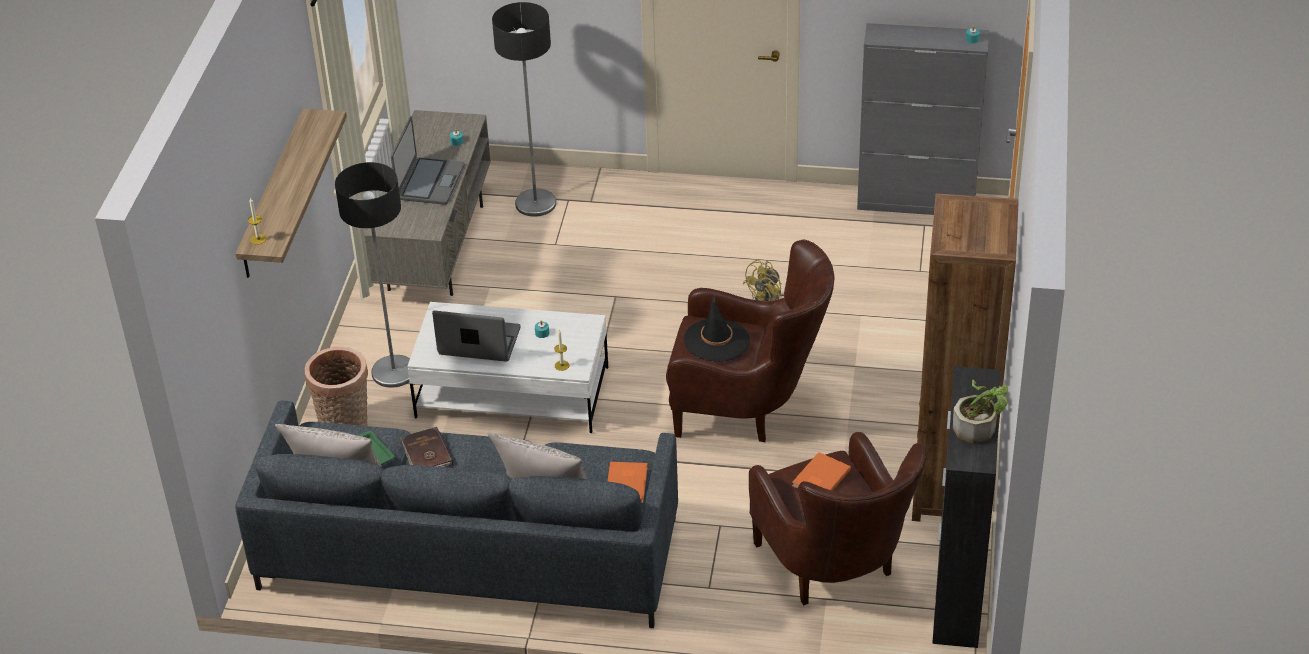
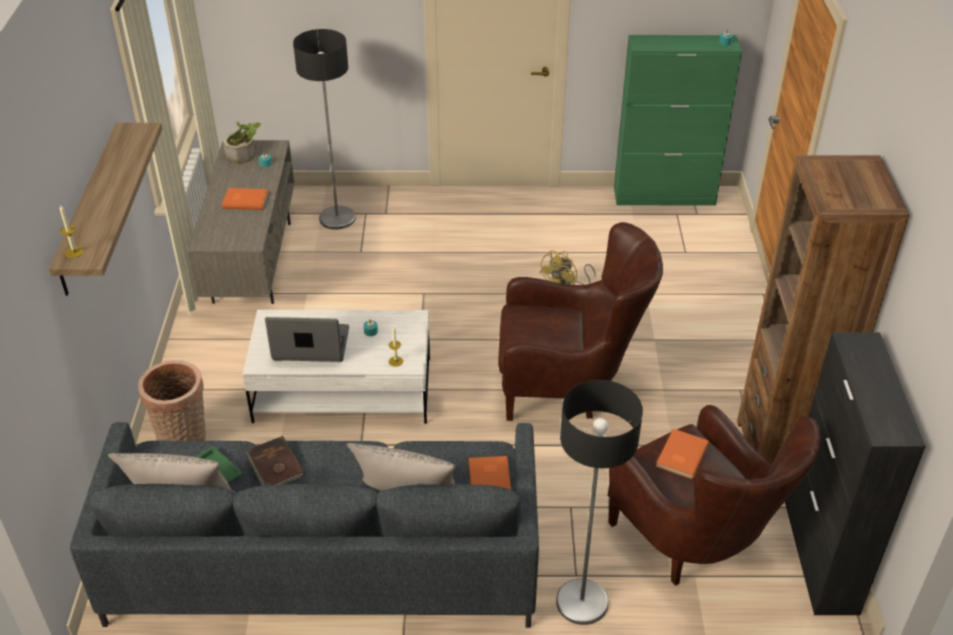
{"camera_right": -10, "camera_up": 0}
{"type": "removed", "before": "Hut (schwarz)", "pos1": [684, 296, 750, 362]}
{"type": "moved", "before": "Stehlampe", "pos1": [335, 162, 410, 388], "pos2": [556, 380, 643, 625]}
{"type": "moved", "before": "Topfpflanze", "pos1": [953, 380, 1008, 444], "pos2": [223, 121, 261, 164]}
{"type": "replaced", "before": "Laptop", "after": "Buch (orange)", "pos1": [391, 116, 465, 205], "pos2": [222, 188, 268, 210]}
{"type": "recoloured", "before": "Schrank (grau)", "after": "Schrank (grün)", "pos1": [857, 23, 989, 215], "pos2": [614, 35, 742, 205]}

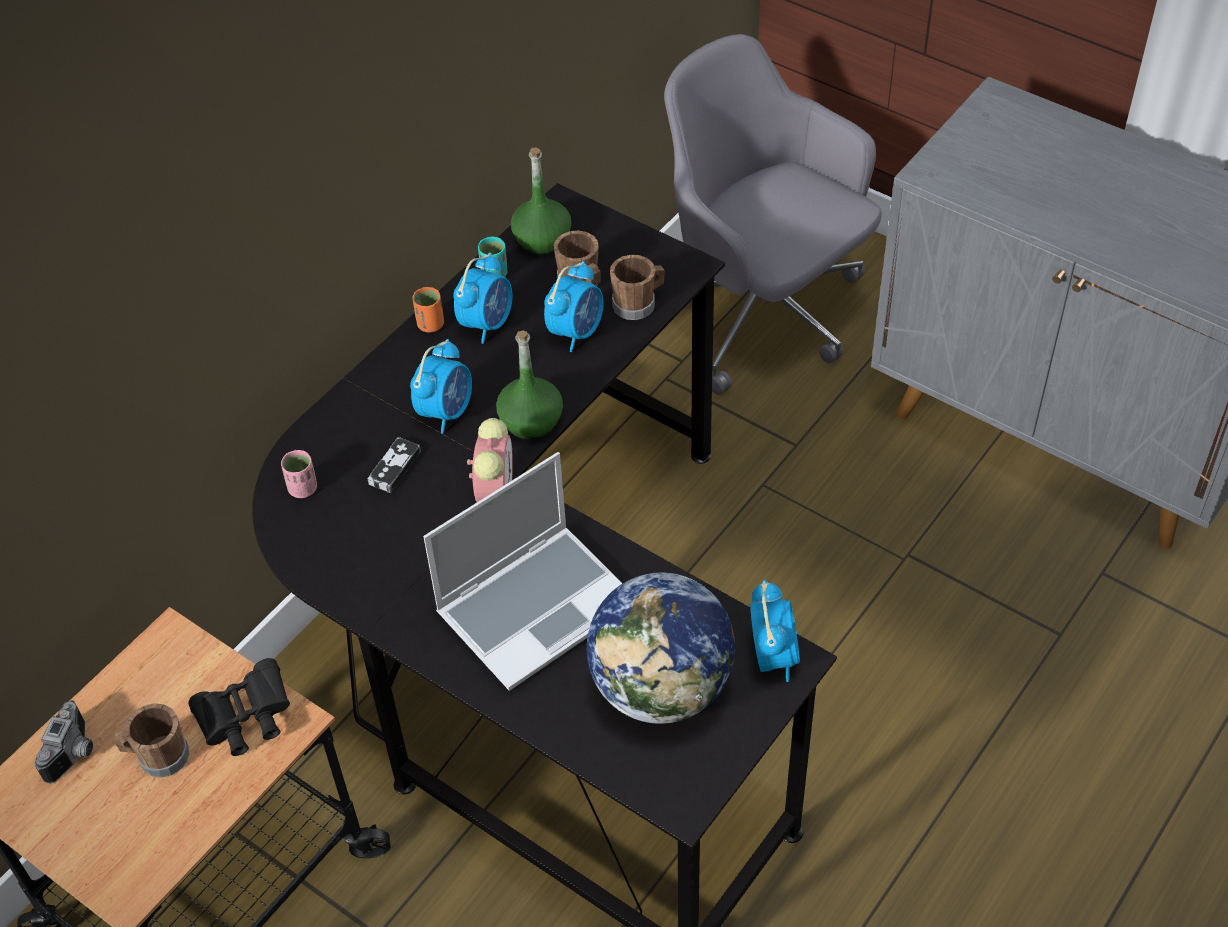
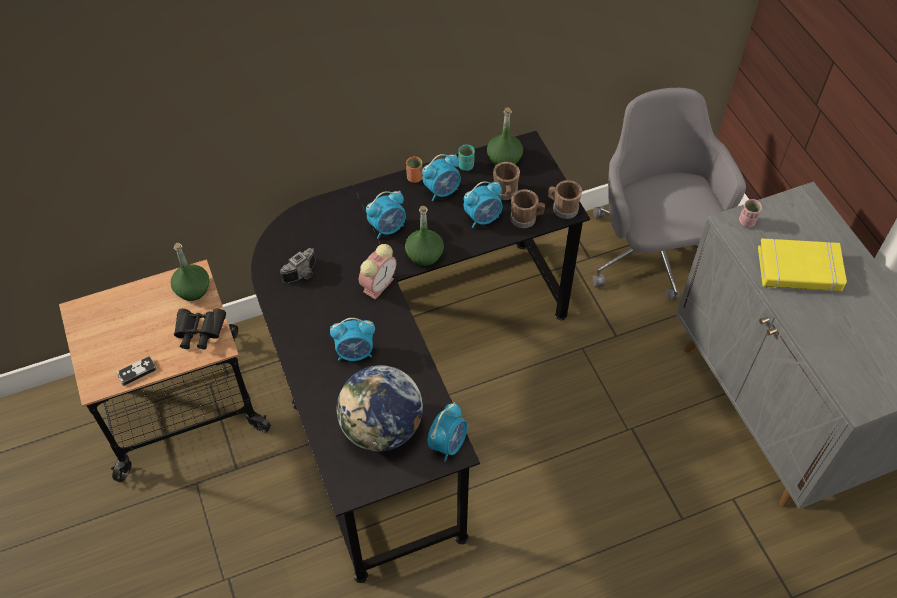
{"camera_right": 30, "camera_up": 5}
{"type": "added", "after": "Flasche (grün)", "pos2": [171, 243, 210, 301]}
{"type": "added", "after": "Buch (gelb)", "pos2": [758, 238, 847, 292]}
{"type": "moved", "before": "Kamera", "pos1": [35, 700, 93, 784], "pos2": [280, 248, 316, 283]}
{"type": "moved", "before": "Henkelbecher (braun)", "pos1": [114, 703, 189, 778], "pos2": [548, 180, 582, 219]}
{"type": "moved", "before": "Tasse (rosa)", "pos1": [281, 450, 317, 498], "pos2": [739, 199, 762, 227]}
{"type": "moved", "before": "Gamepad", "pos1": [368, 437, 421, 493], "pos2": [116, 356, 157, 386]}
{"type": "replaced", "before": "Laptop", "after": "Wecker", "pos1": [423, 452, 623, 691], "pos2": [330, 318, 375, 361]}

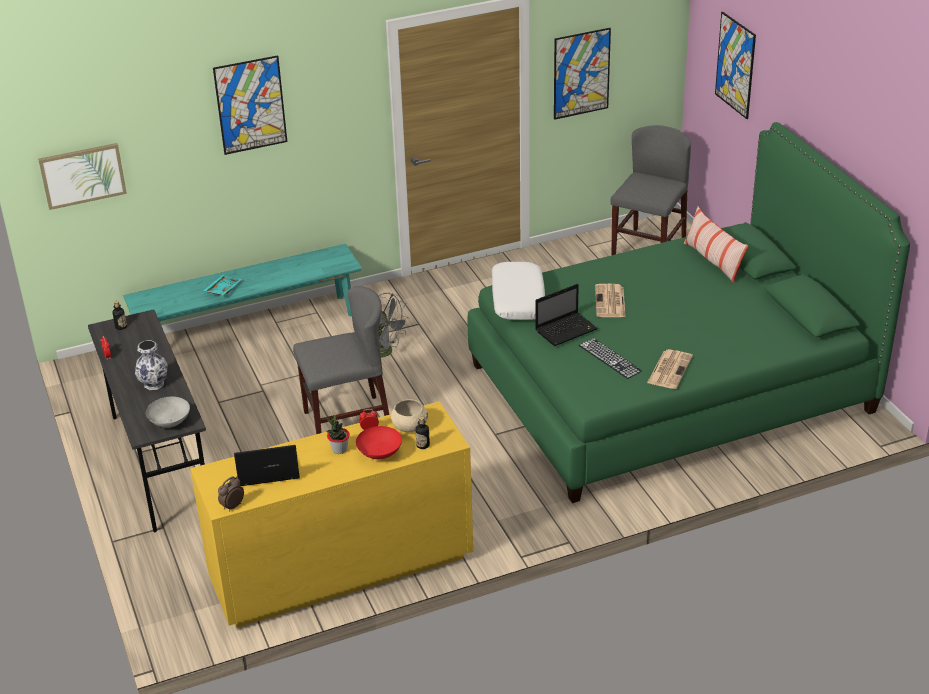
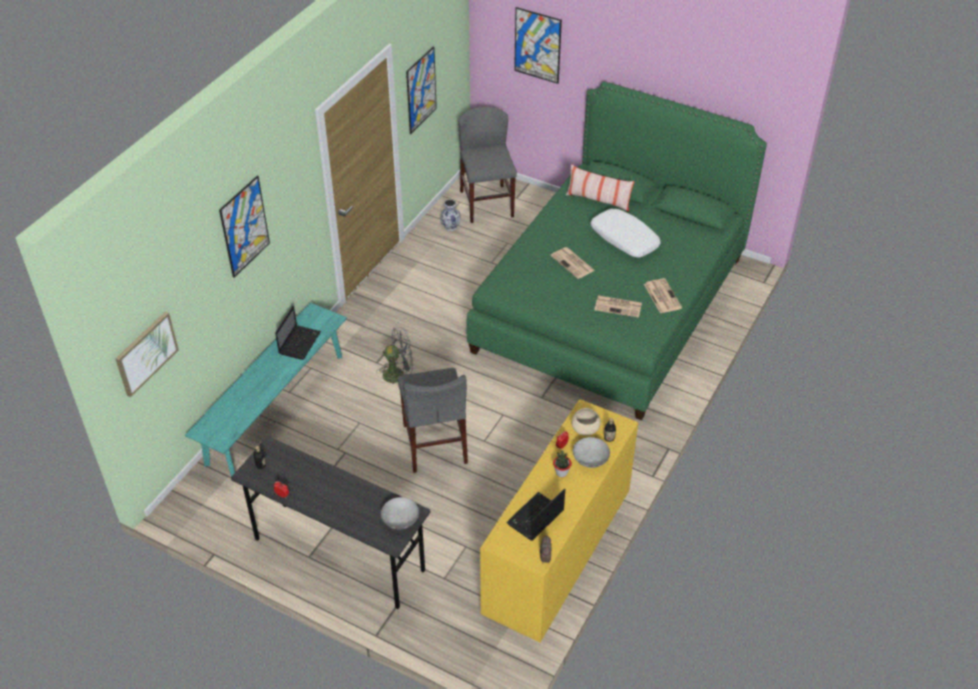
{"camera_right": -40, "camera_up": 10}
{"type": "removed", "before": "Tablett (türkis)", "pos1": [203, 275, 242, 295]}
{"type": "moved", "before": "Vase", "pos1": [135, 340, 168, 390], "pos2": [440, 200, 461, 231]}
{"type": "moved", "before": "Kissen (weiß)", "pos1": [492, 262, 545, 320], "pos2": [591, 209, 661, 258]}
{"type": "moved", "before": "Laptop", "pos1": [536, 284, 598, 346], "pos2": [275, 306, 321, 360]}
{"type": "replaced", "before": "Tastatur", "after": "Zeitung", "pos1": [579, 338, 642, 379], "pos2": [594, 295, 642, 318]}
{"type": "recoloured", "before": "Schüssel (rot)", "after": "Schüssel (grau)", "pos1": [356, 426, 402, 459], "pos2": [573, 437, 610, 468]}
{"type": "turned", "before": "Stuhl (grau)", "pos1": [293, 286, 389, 434], "pos2": [398, 368, 468, 473], "turn": 135}

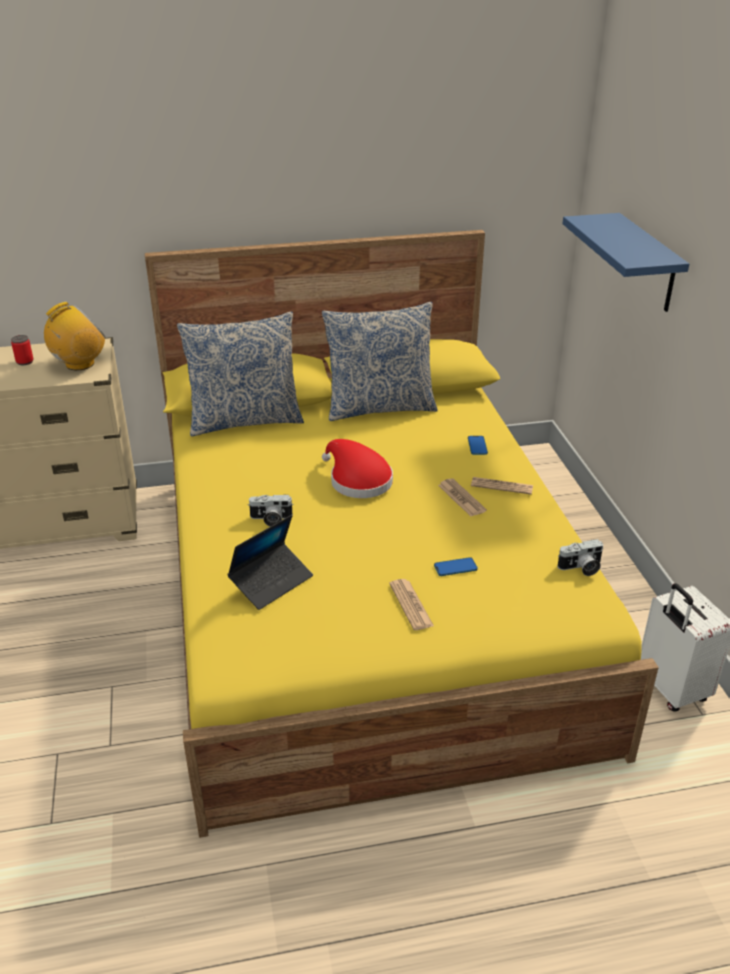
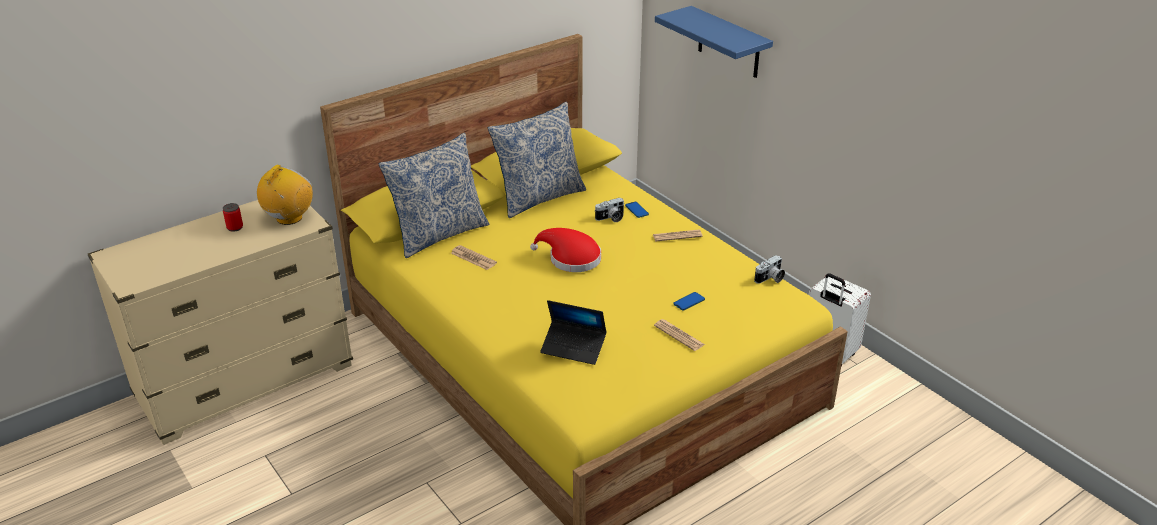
{"camera_right": -25, "camera_up": 0}
{"type": "moved", "before": "Kamera", "pos1": [248, 495, 294, 527], "pos2": [595, 198, 624, 222]}
{"type": "moved", "before": "Zeitung", "pos1": [438, 478, 487, 517], "pos2": [451, 245, 497, 270]}
{"type": "turned", "before": "Laptop", "pos1": [227, 515, 313, 610], "pos2": [540, 300, 607, 365], "turn": 90}

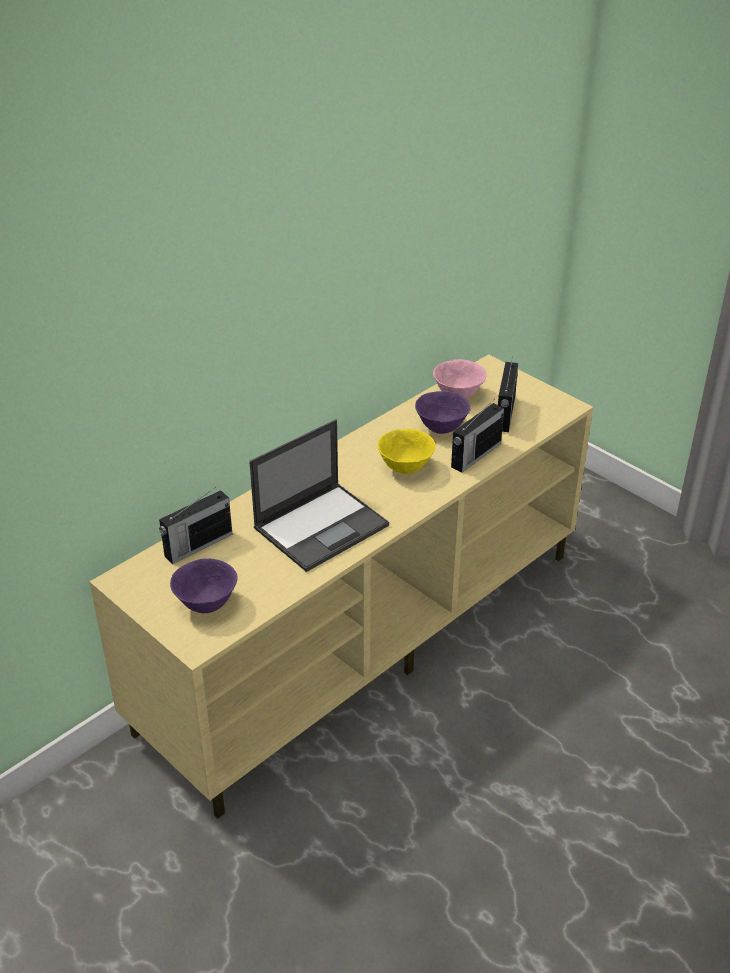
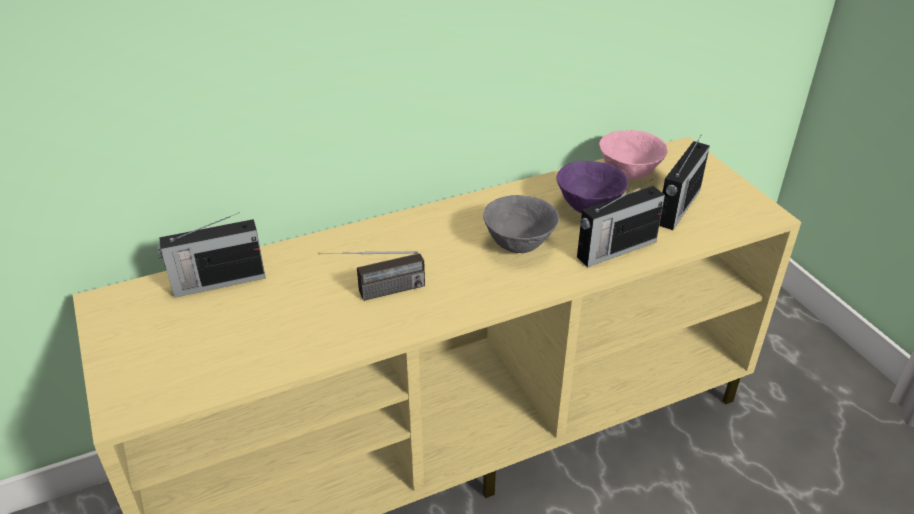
{"camera_right": 20, "camera_up": 0}
{"type": "removed", "before": "Schüssel (lila)", "pos1": [170, 558, 237, 613]}
{"type": "replaced", "before": "Laptop", "after": "Radio", "pos1": [249, 419, 389, 572], "pos2": [318, 251, 425, 301]}
{"type": "recoloured", "before": "Schüssel (gelb)", "after": "Schüssel (grau)", "pos1": [378, 429, 435, 474], "pos2": [483, 195, 559, 253]}

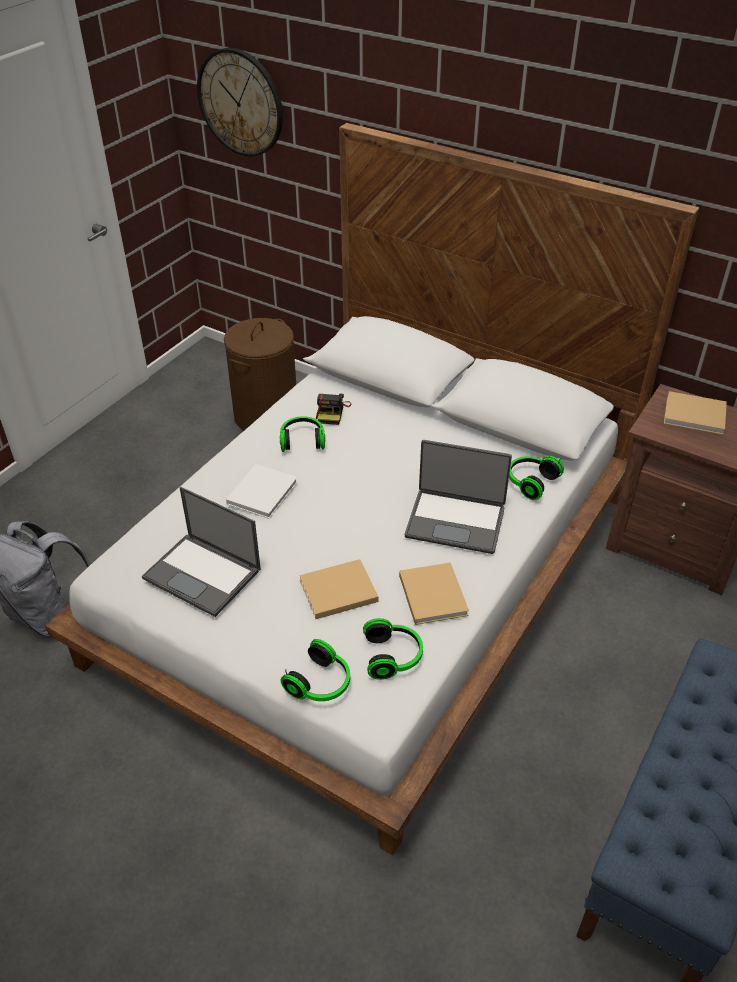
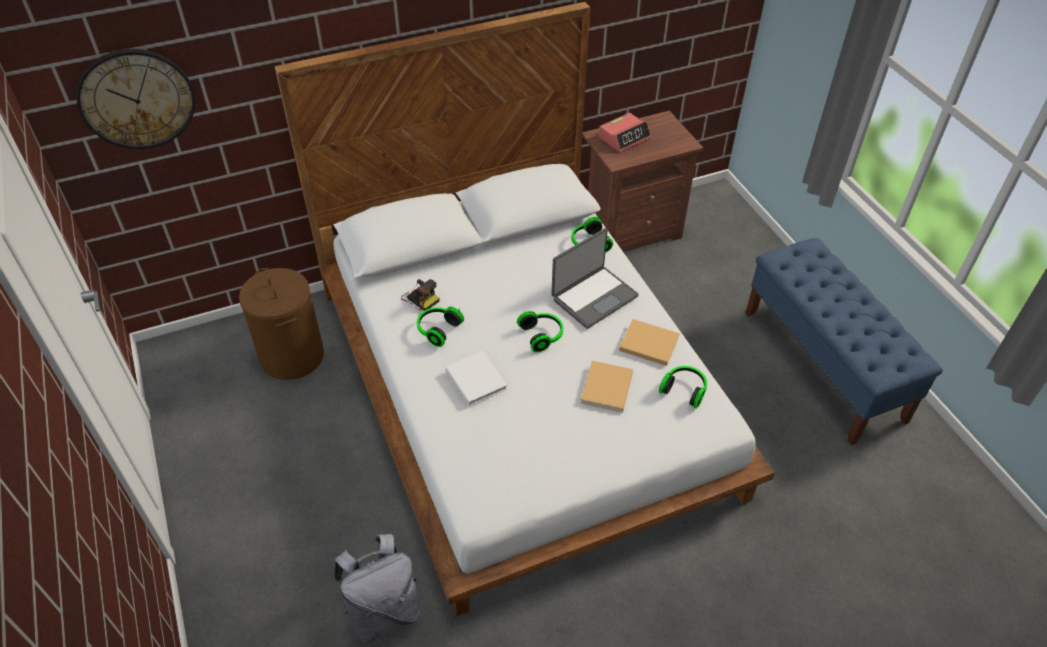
{"camera_right": -55, "camera_up": 5}
{"type": "removed", "before": "Laptop", "pos1": [142, 487, 261, 617]}
{"type": "moved", "before": "Kopfhörer", "pos1": [281, 639, 350, 701], "pos2": [517, 311, 563, 352]}
{"type": "replaced", "before": "Buch (beige)", "after": "Wecker", "pos1": [664, 391, 727, 435], "pos2": [599, 113, 651, 152]}

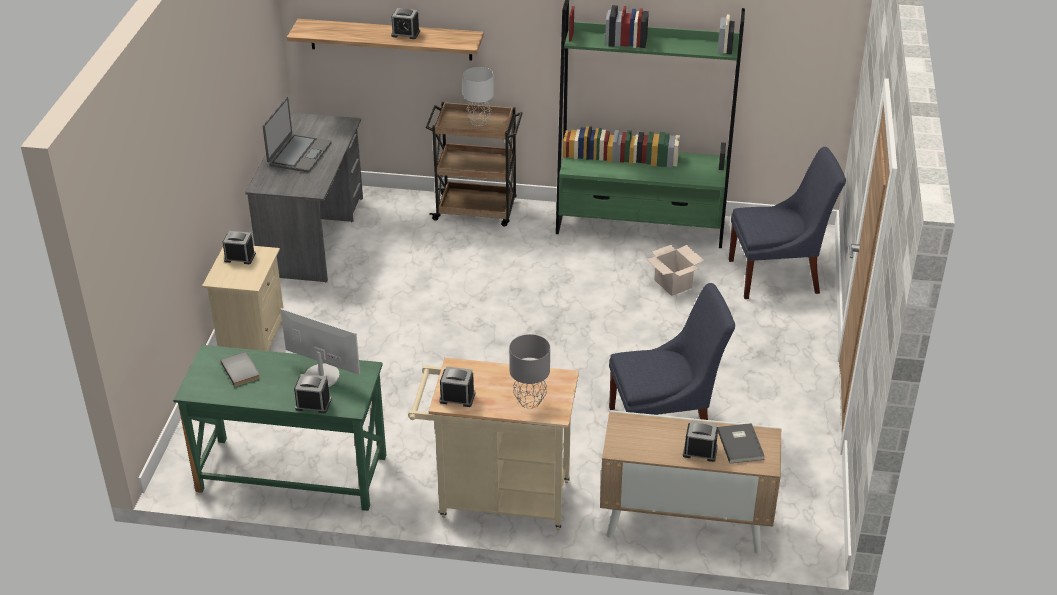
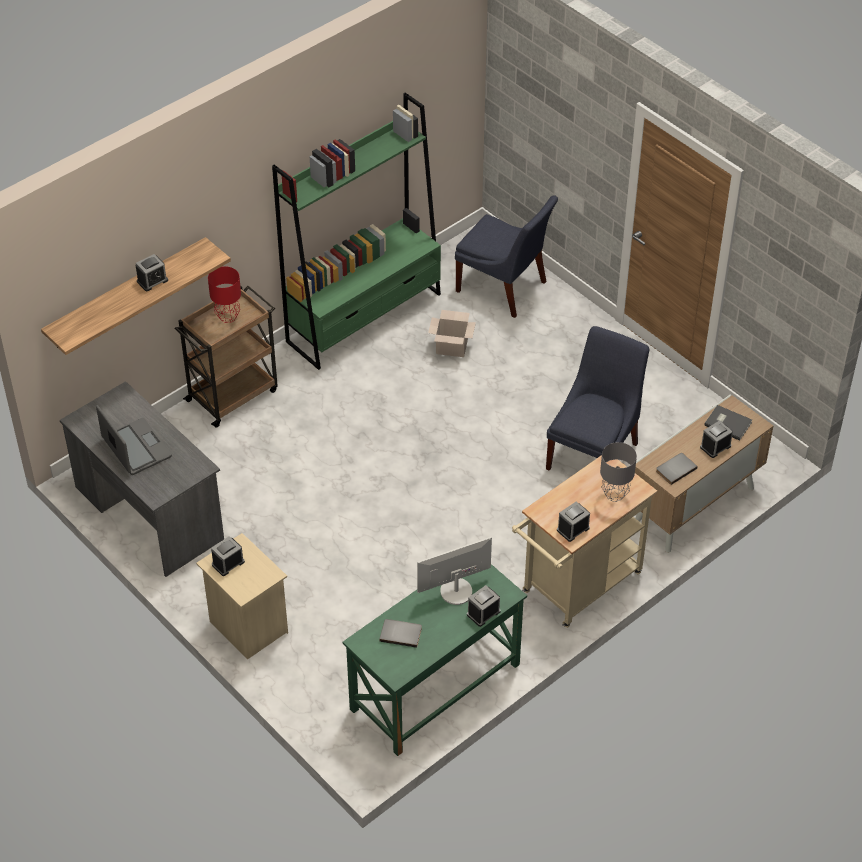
{"camera_right": -50, "camera_up": 10}
{"type": "added", "after": "Buch (grau)", "pos2": [656, 453, 698, 485]}
{"type": "recoloured", "before": "Tischlampe (grau)", "after": "Tischlampe (rot)", "pos1": [463, 67, 494, 126], "pos2": [208, 266, 241, 323]}
{"type": "turned", "before": "Stuhl (blau)", "pos1": [729, 147, 846, 299], "pos2": [455, 195, 558, 318], "turn": 90}

